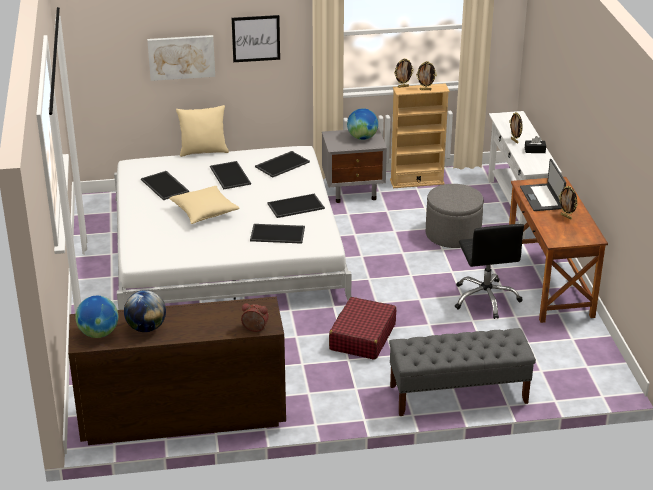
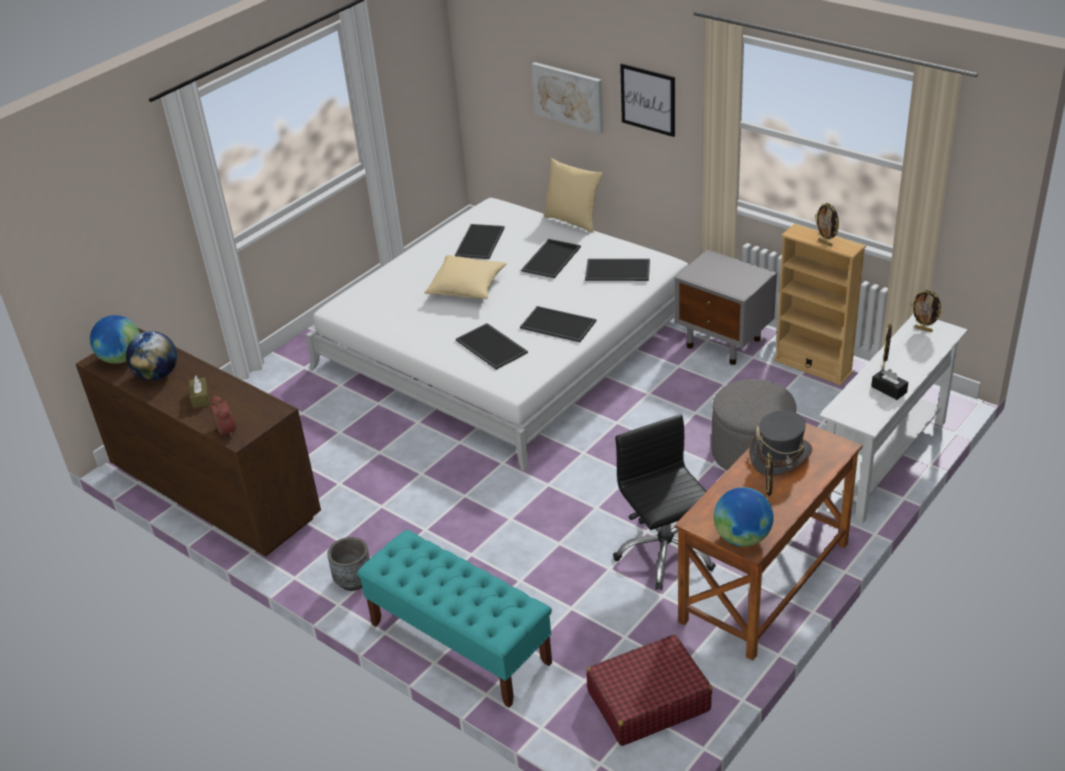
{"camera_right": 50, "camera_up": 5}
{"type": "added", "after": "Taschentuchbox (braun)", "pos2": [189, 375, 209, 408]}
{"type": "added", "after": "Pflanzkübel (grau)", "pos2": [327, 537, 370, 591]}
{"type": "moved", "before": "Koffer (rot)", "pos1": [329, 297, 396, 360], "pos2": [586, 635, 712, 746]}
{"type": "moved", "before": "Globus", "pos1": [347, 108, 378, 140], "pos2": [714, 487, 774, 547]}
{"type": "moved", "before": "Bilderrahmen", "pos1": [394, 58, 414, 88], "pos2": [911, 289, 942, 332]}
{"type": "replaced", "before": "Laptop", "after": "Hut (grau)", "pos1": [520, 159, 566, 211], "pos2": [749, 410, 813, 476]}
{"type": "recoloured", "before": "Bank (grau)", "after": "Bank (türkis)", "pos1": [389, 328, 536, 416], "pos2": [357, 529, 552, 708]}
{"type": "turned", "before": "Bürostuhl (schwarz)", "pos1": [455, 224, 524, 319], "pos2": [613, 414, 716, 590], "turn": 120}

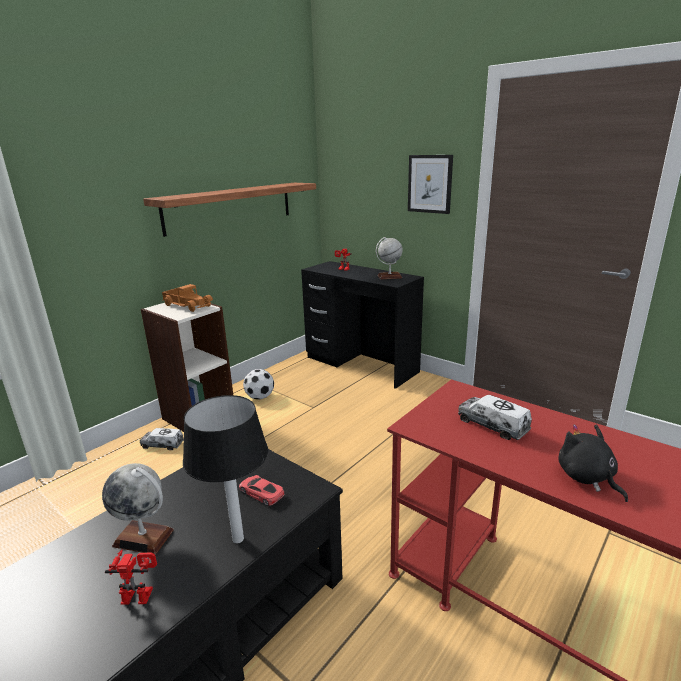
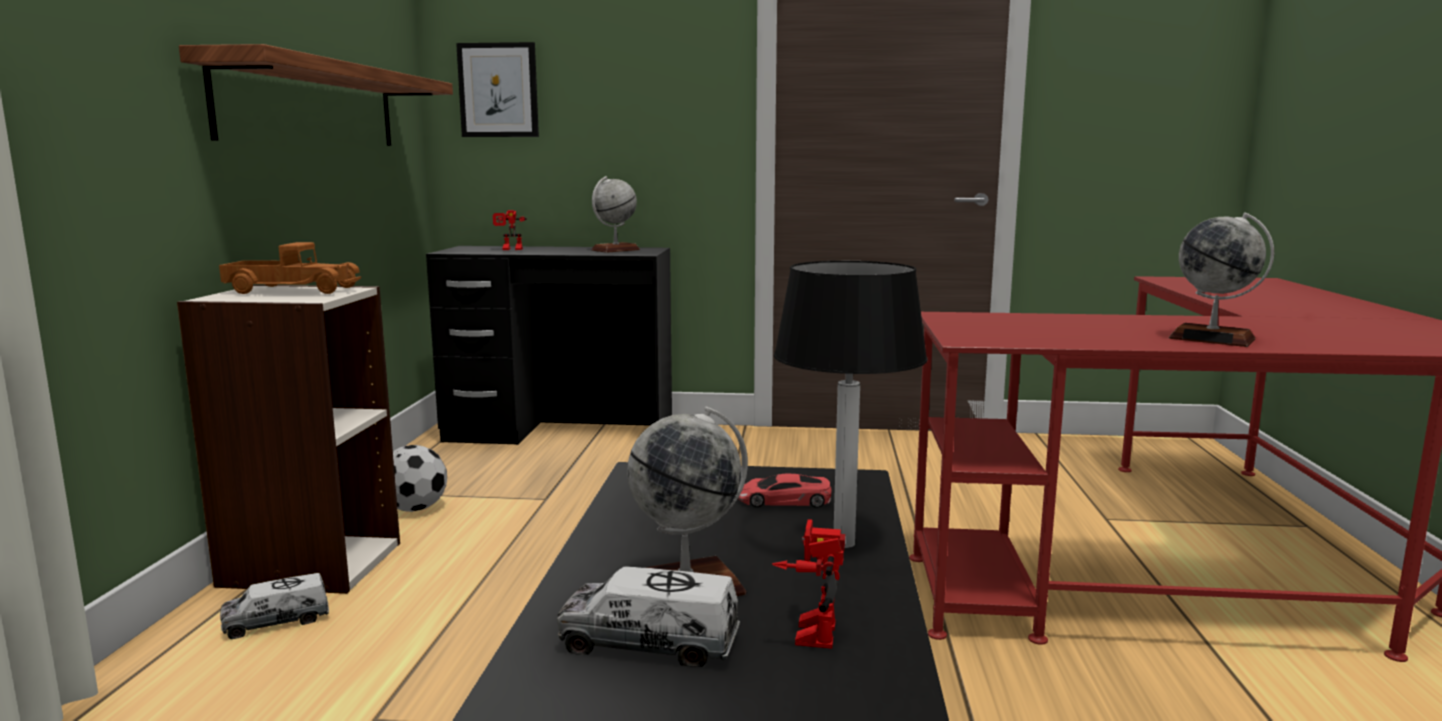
{"camera_right": -35, "camera_up": -10}
{"type": "moved", "before": "Bild", "pos1": [408, 155, 453, 214], "pos2": [456, 42, 539, 137]}
{"type": "moved", "before": "Spielzeuglaster", "pos1": [458, 395, 532, 440], "pos2": [557, 566, 740, 667]}
{"type": "replaced", "before": "Plüschtier (schwarz)", "after": "Globus", "pos1": [558, 425, 628, 502], "pos2": [1169, 212, 1274, 347]}
{"type": "turned", "before": "Spielzeugroboter", "pos1": [105, 549, 157, 605], "pos2": [772, 519, 845, 649], "turn": -45}

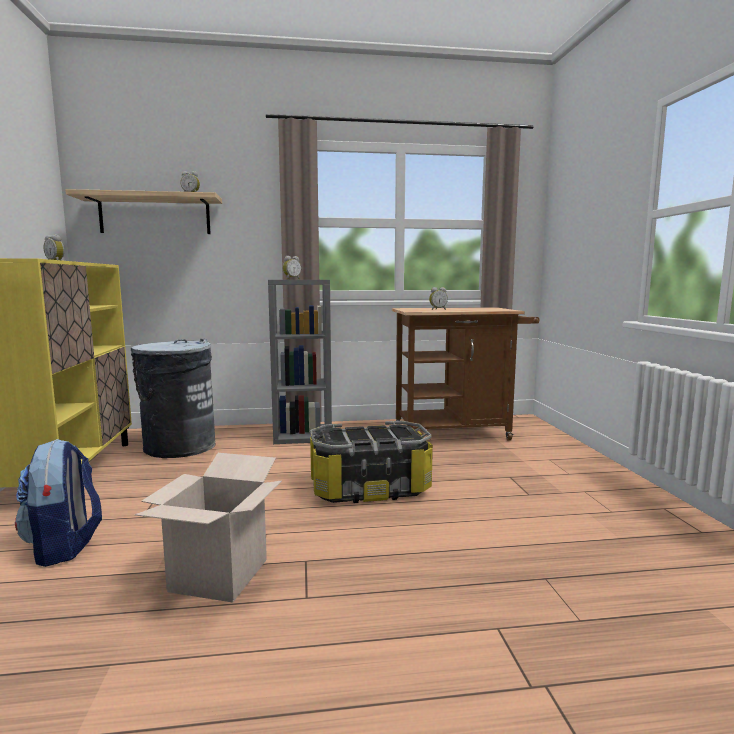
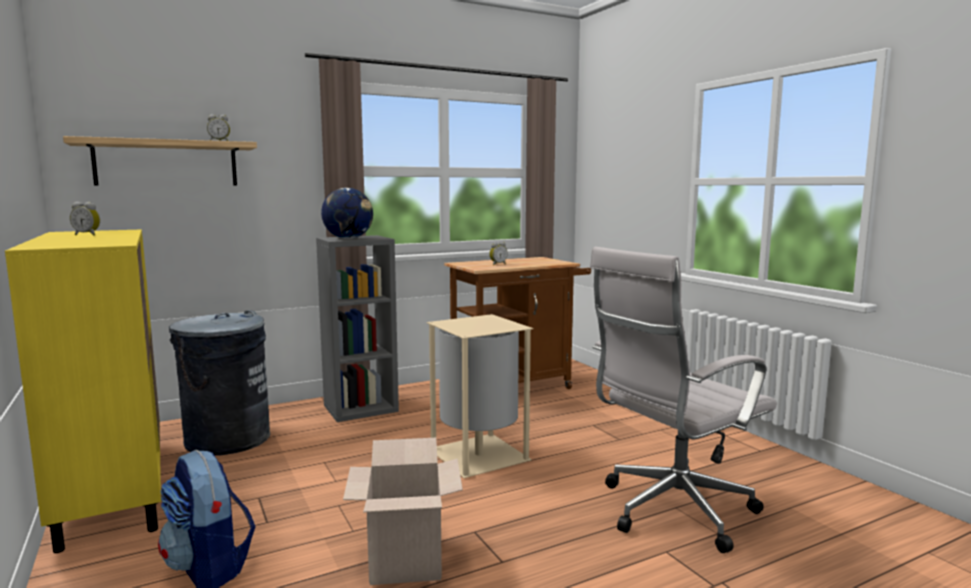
{"camera_right": -20, "camera_up": 0}
{"type": "added", "after": "Bürostuhl (weiß)", "pos2": [590, 247, 777, 553]}
{"type": "replaced", "before": "Wecker", "after": "Globus", "pos1": [283, 256, 301, 279], "pos2": [321, 188, 373, 239]}
{"type": "replaced", "before": "Aufbewahrungsbox", "after": "Mülleimer (beige)", "pos1": [310, 421, 433, 503], "pos2": [426, 314, 534, 478]}

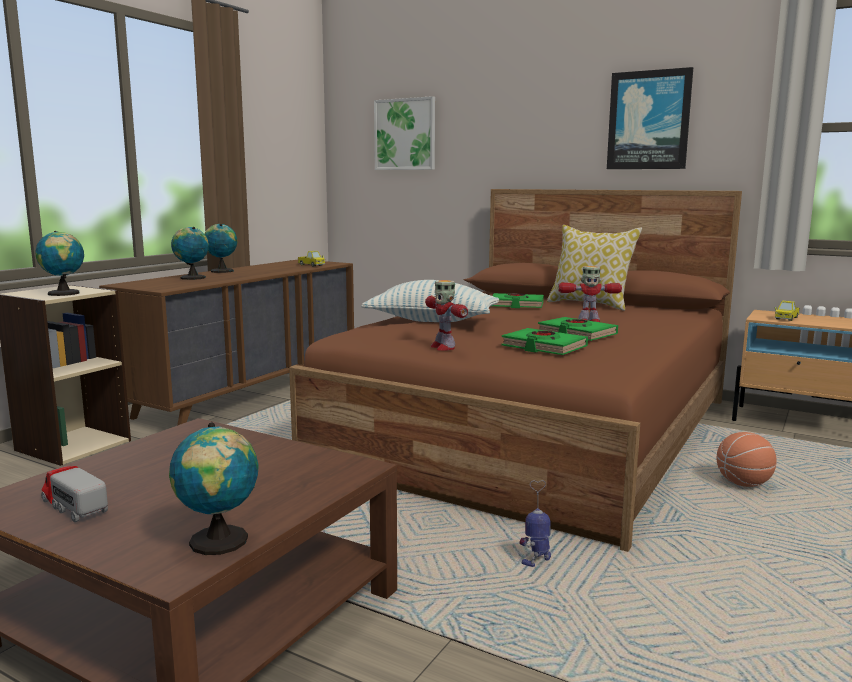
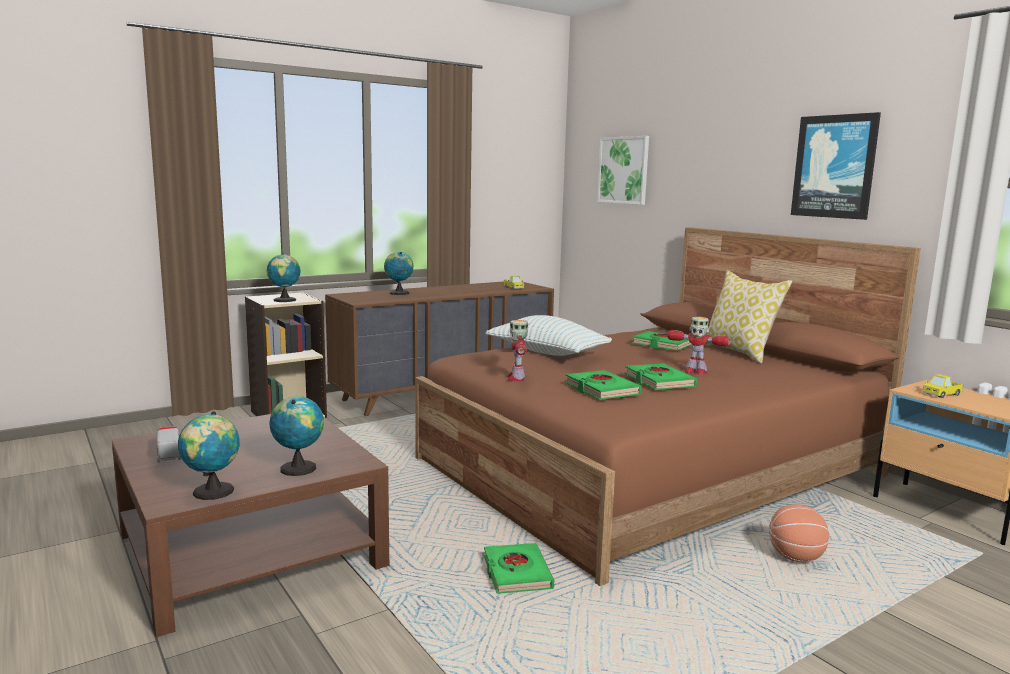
{"camera_right": 25, "camera_up": 0}
{"type": "moved", "before": "Globus", "pos1": [205, 224, 237, 273], "pos2": [270, 396, 324, 476]}
{"type": "replaced", "before": "Spielzeugroboter", "after": "Buch (grün)", "pos1": [519, 480, 551, 567], "pos2": [484, 543, 554, 594]}

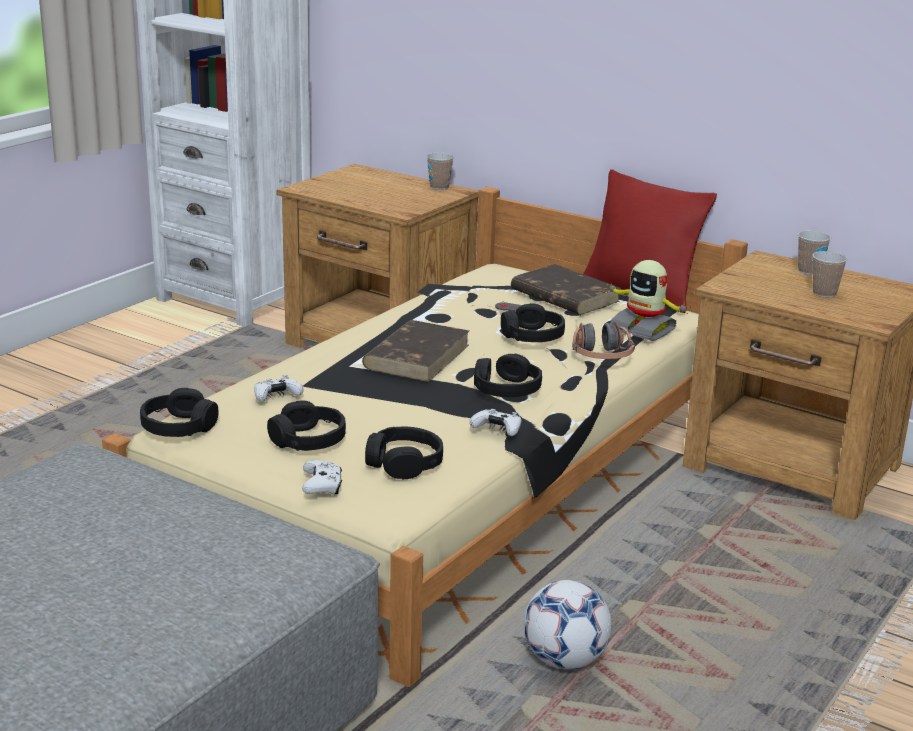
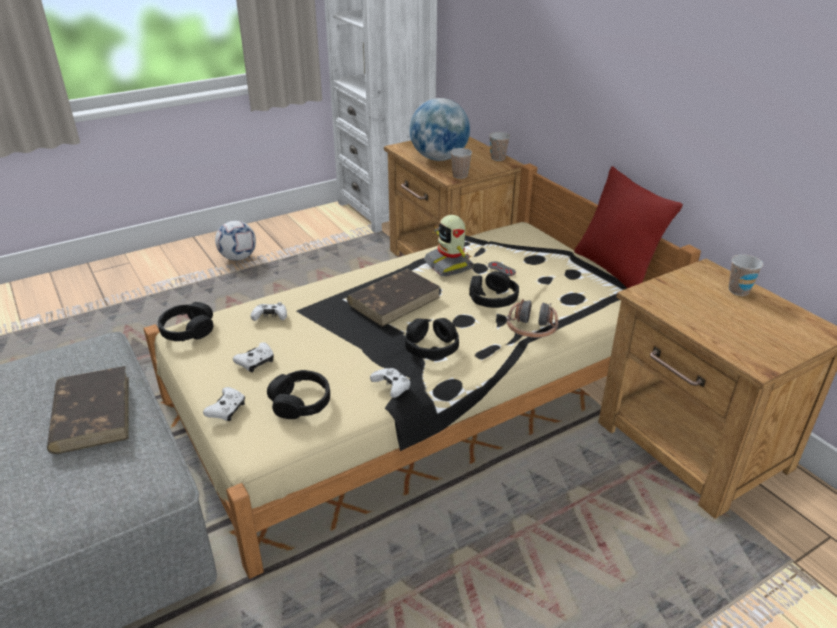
{"camera_right": 25, "camera_up": 10}
{"type": "added", "after": "Globus", "pos2": [410, 98, 470, 161]}
{"type": "moved", "before": "Buch (braun)", "pos1": [511, 264, 621, 315], "pos2": [47, 366, 129, 454]}
{"type": "moved", "before": "Fußball", "pos1": [524, 580, 611, 670], "pos2": [215, 221, 256, 261]}
{"type": "moved", "before": "Spielzeugroboter", "pos1": [606, 260, 691, 341], "pos2": [424, 215, 474, 276]}
{"type": "moved", "before": "Tasse", "pos1": [813, 251, 848, 298], "pos2": [450, 148, 472, 179]}
{"type": "replaced", "before": "Kopfhörer (schwarz)", "after": "Gamepad (weiß)", "pos1": [267, 400, 346, 451], "pos2": [233, 342, 274, 372]}

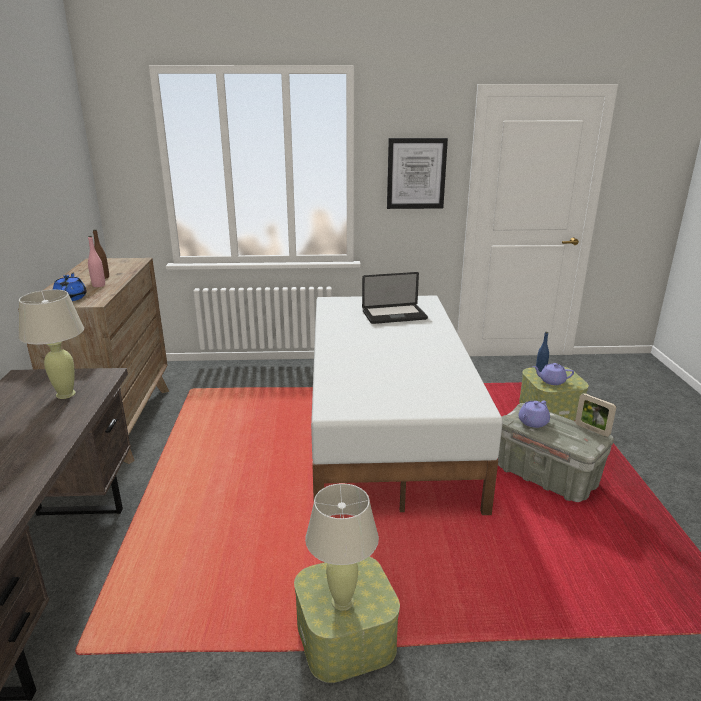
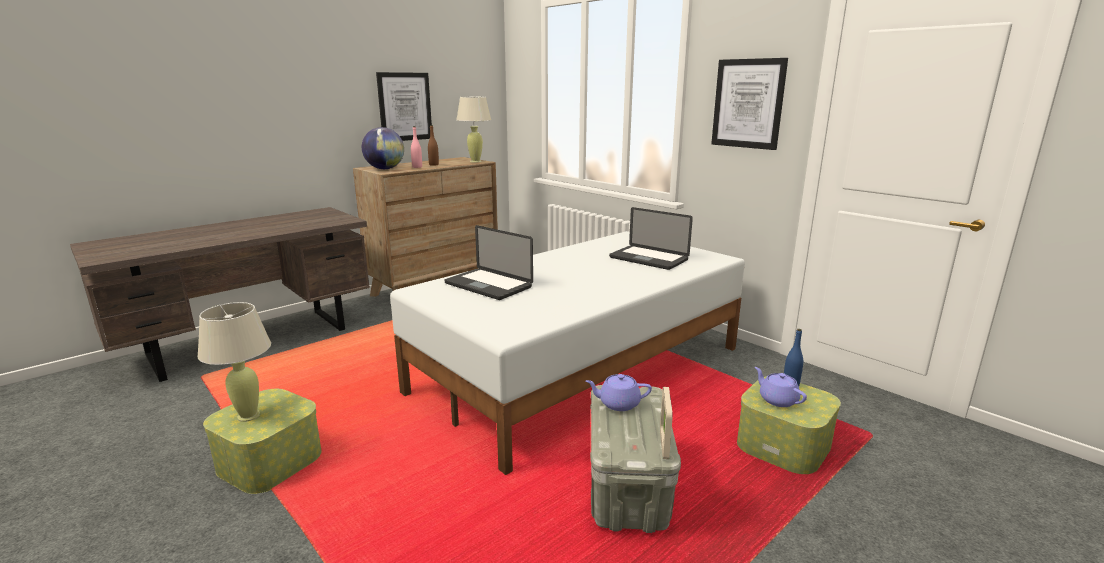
{"camera_right": 50, "camera_up": -5}
{"type": "added", "after": "Bild", "pos2": [376, 72, 432, 141]}
{"type": "added", "after": "Laptop", "pos2": [445, 225, 533, 300]}
{"type": "moved", "before": "Tischlampe (beige)", "pos1": [18, 289, 84, 399], "pos2": [457, 97, 491, 162]}
{"type": "replaced", "before": "Teekanne (blau)", "after": "Globus", "pos1": [53, 273, 87, 301], "pos2": [362, 127, 404, 169]}

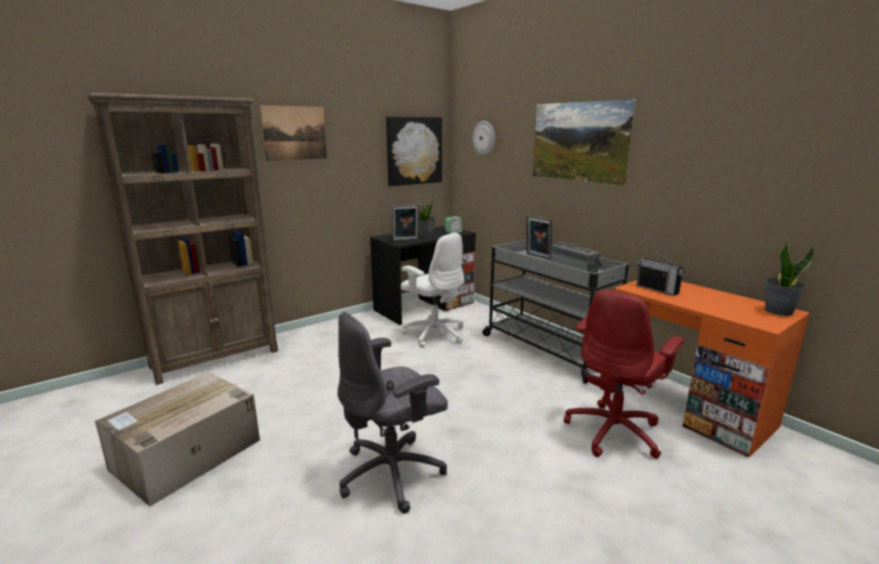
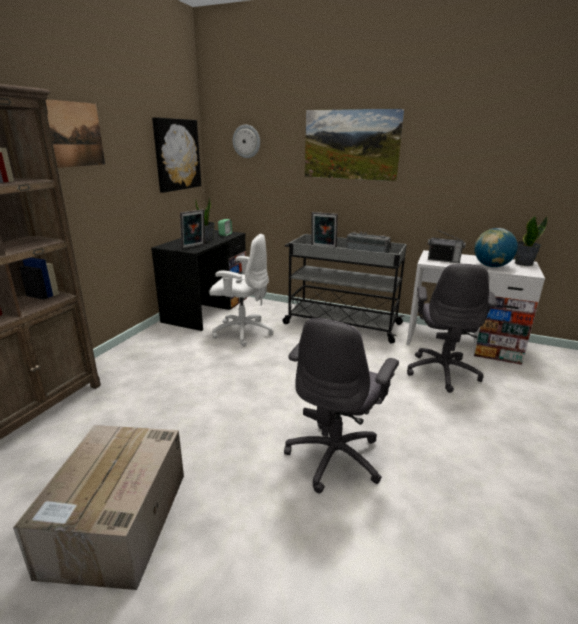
{"camera_right": -30, "camera_up": 5}
{"type": "added", "after": "Globus", "pos2": [474, 228, 518, 267]}
{"type": "recoloured", "before": "Bürostuhl (rot)", "after": "Bürostuhl (grau)", "pos1": [564, 290, 685, 459], "pos2": [407, 264, 497, 393]}
{"type": "recoloured", "before": "Schreibtisch (orange)", "after": "Schreibtisch (weiß)", "pos1": [614, 280, 810, 457], "pos2": [407, 250, 545, 365]}

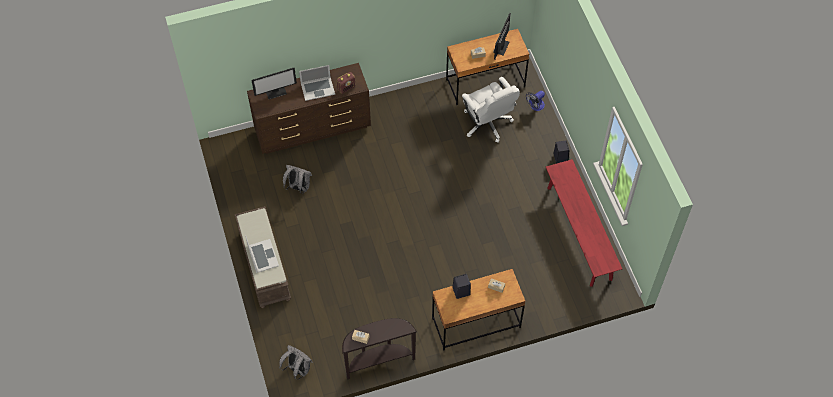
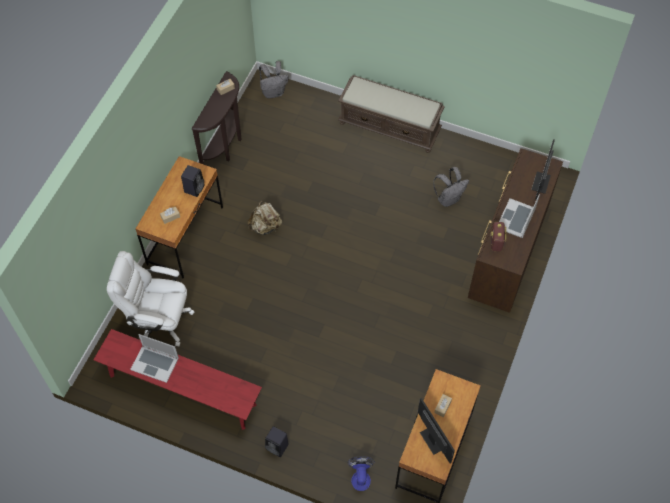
{"camera_right": 130, "camera_up": 0}
{"type": "added", "after": "Rucksack (beige)", "pos2": [247, 201, 282, 235]}
{"type": "moved", "before": "Laptop", "pos1": [245, 235, 279, 273], "pos2": [130, 334, 179, 383]}
{"type": "moved", "before": "Bürostuhl (weiß)", "pos1": [462, 77, 520, 143], "pos2": [107, 251, 194, 346]}

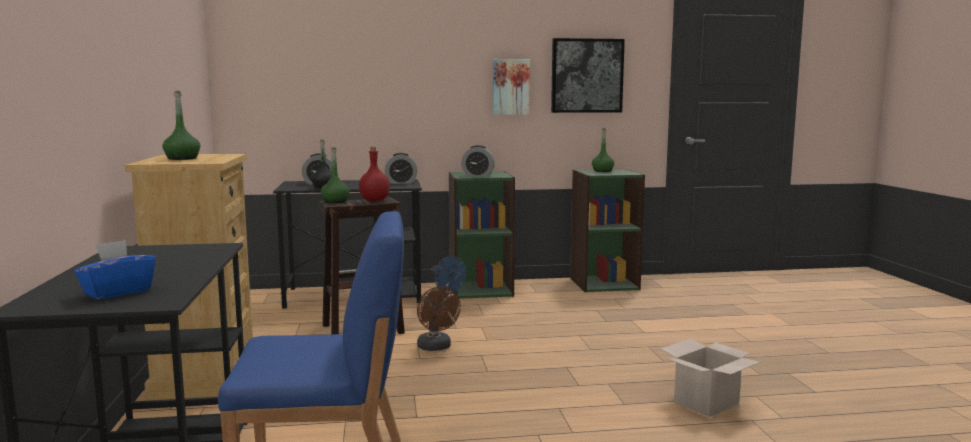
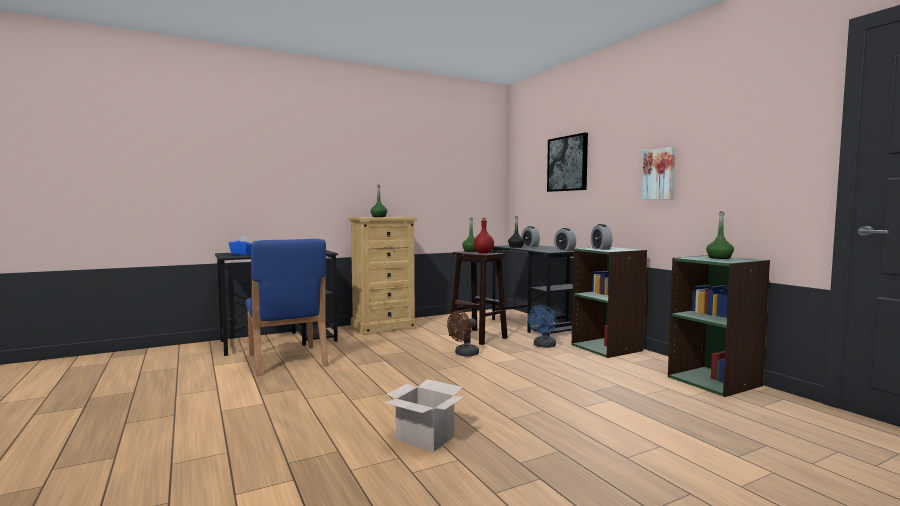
{"camera_right": 70, "camera_up": -5}
{"type": "moved", "before": "Bild", "pos1": [551, 38, 625, 113], "pos2": [547, 133, 588, 192]}

